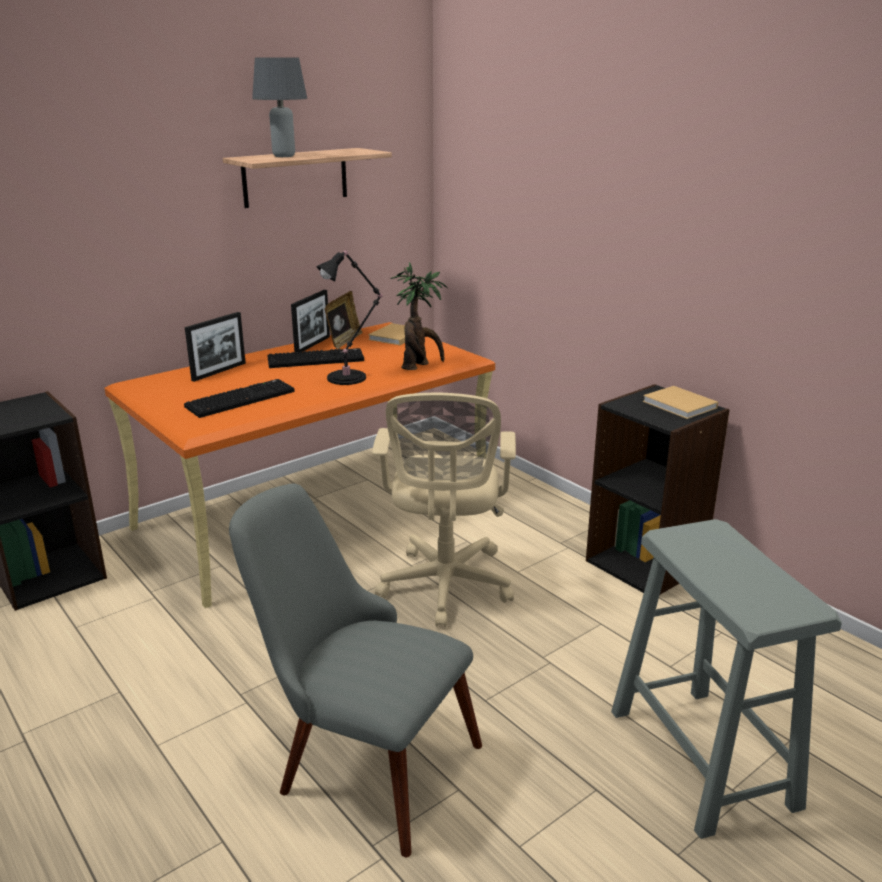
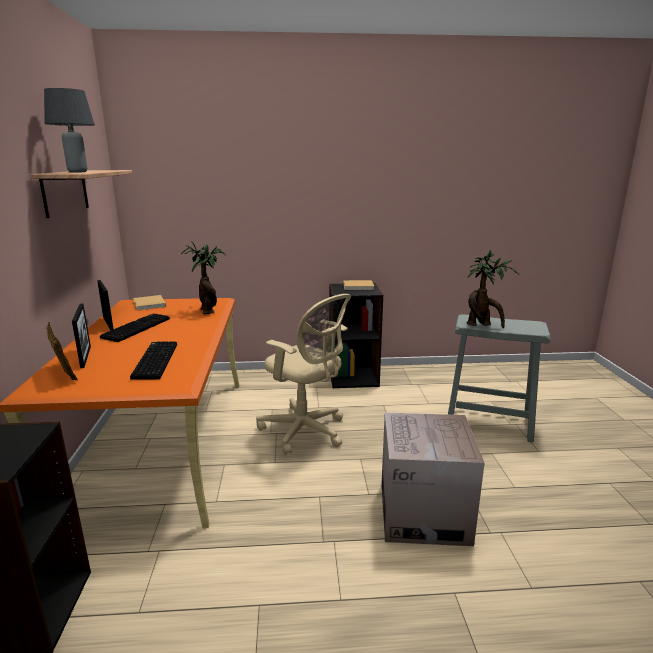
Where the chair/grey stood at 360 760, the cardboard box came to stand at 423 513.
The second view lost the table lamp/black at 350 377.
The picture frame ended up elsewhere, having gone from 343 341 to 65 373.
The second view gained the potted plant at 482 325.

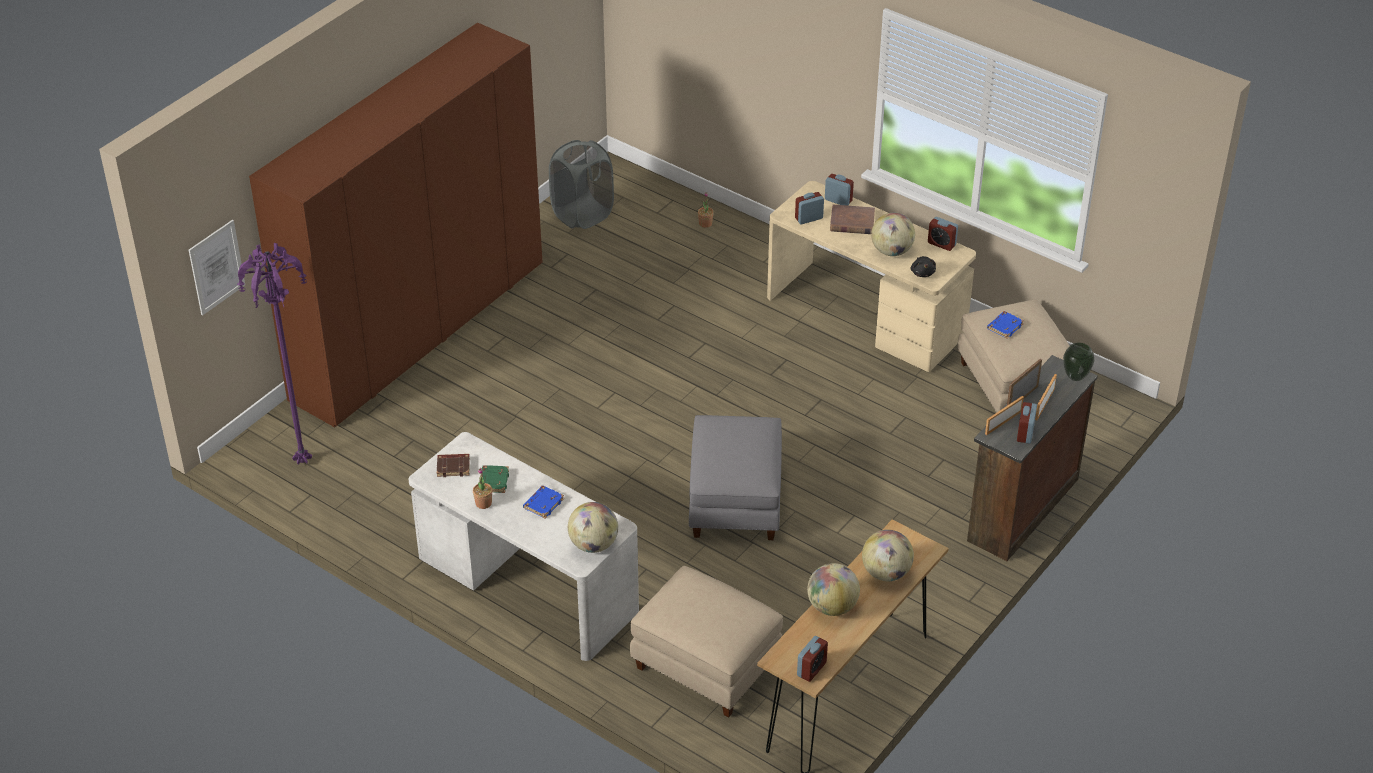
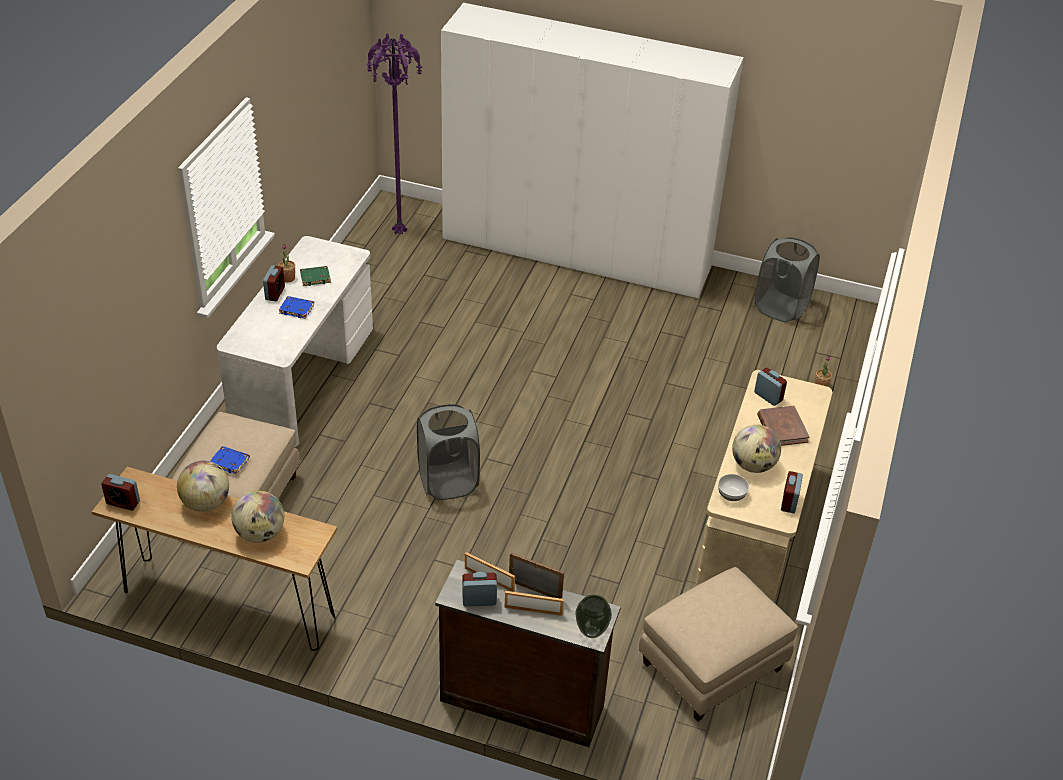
The second view lost the picture at 216 267.
What was the wardrobe/brown at 419 329 turned into the wardrobe/white at 577 253.
The second view lost the book/brown at 454 467.
The second view lost the globe at 593 544.
Where the ottoman/grey stood at 736 502, the laundry basket/grey came to stand at 448 482.
The alarm clock ended up elsewhere, having gone from 838 200 to 275 293.
Where the plush toy/black stood at 922 272, the bowl came to stand at 732 494.
The book/blue ended up elsewhere, having gone from 1004 326 to 230 462.

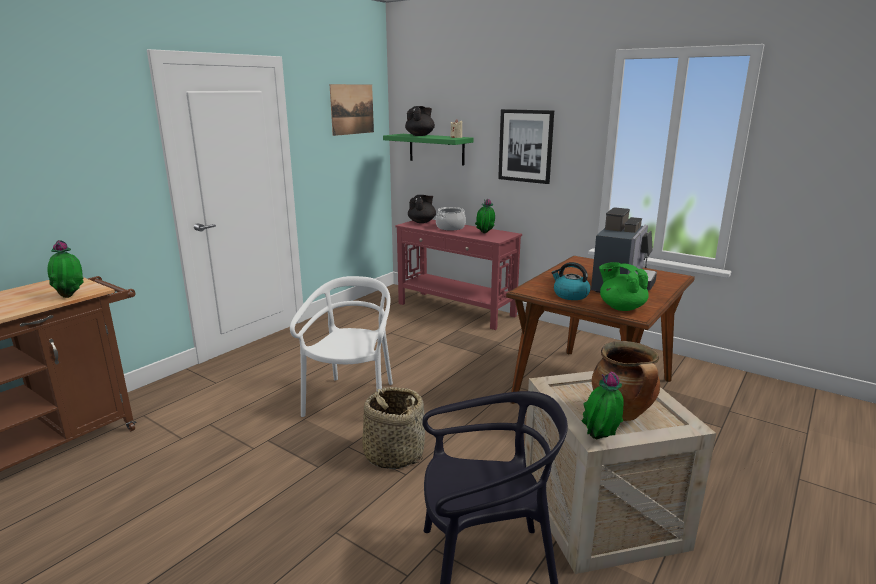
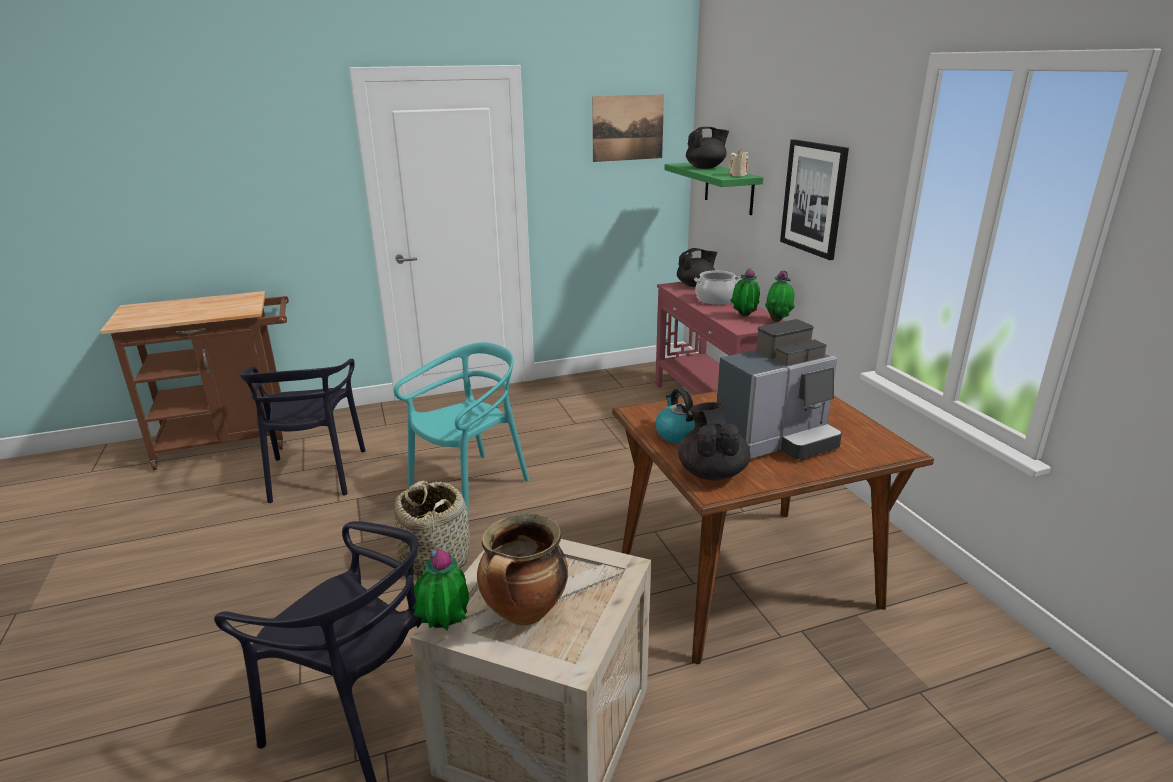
The potted plant ended up elsewhere, having gone from 71 296 to 778 321.
What was the chair/white at 352 400 turned into the chair/turquoise at 470 485.
What was the teapot/green at 621 307 turned into the teapot/black at 712 472.
The second view gained the chair/black at 315 475.

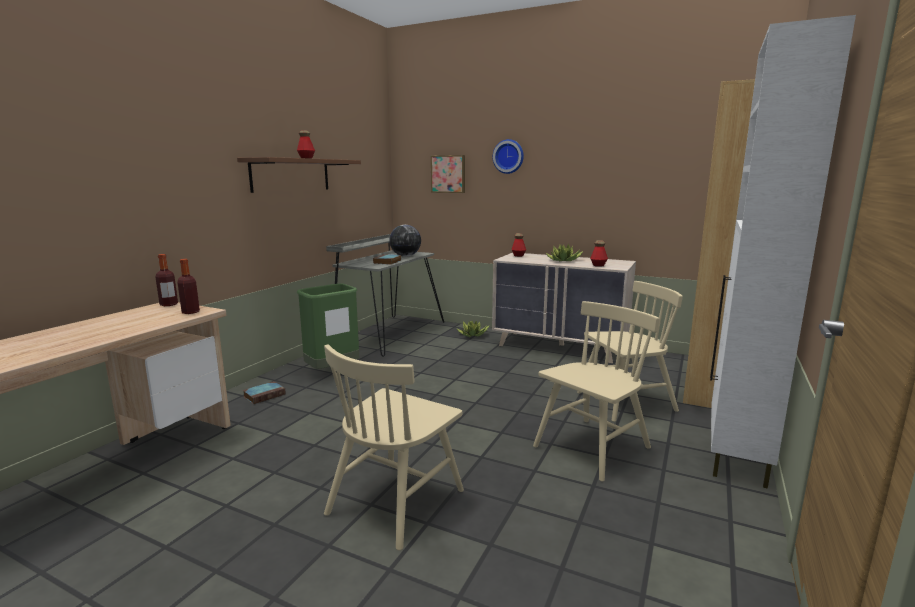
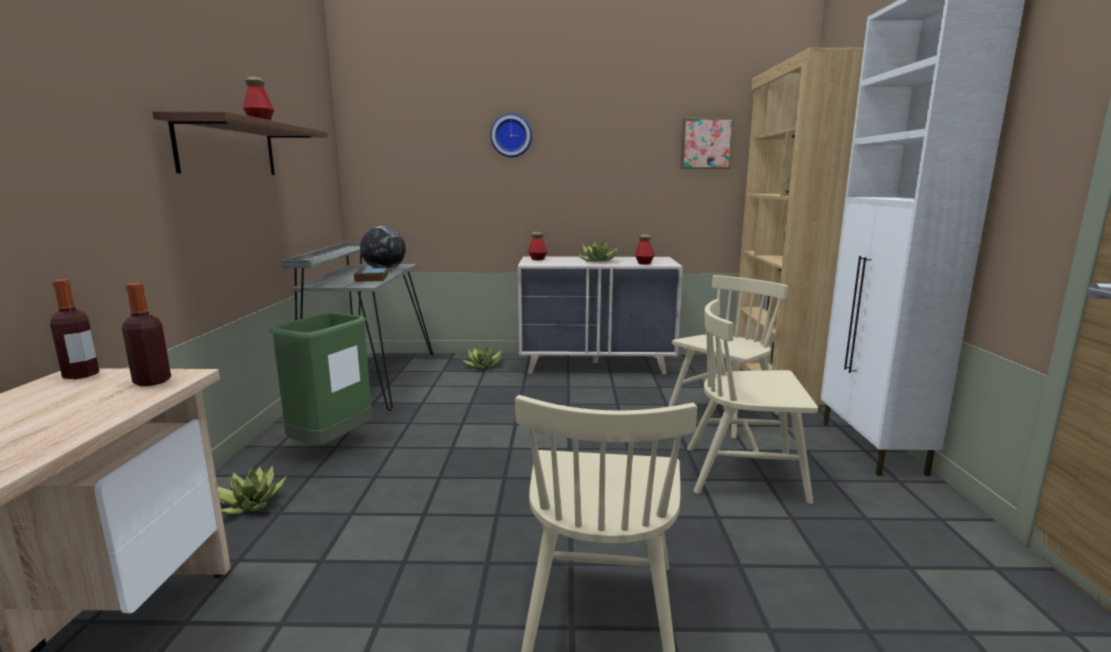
Where the book stood at 265 395, the potted plant came to stand at 249 502.
The picture ended up elsewhere, having gone from 448 174 to 706 143.
The chair/beige at 592 448 ended up facing another way, 105 degrees counterclockwise from before.

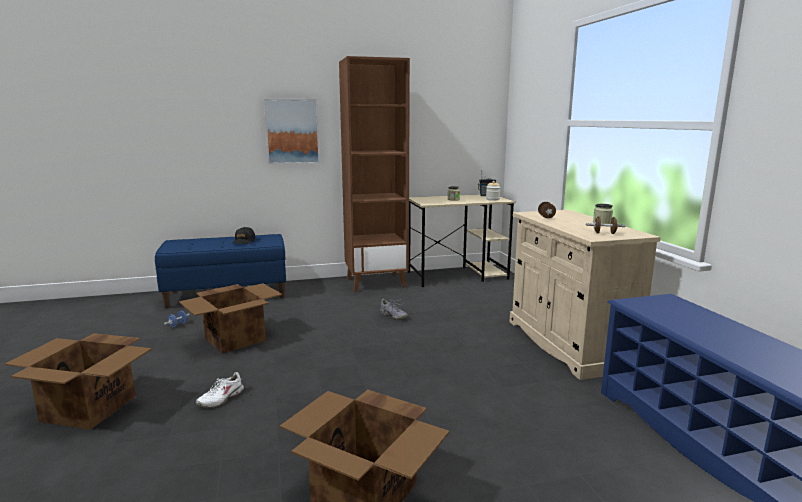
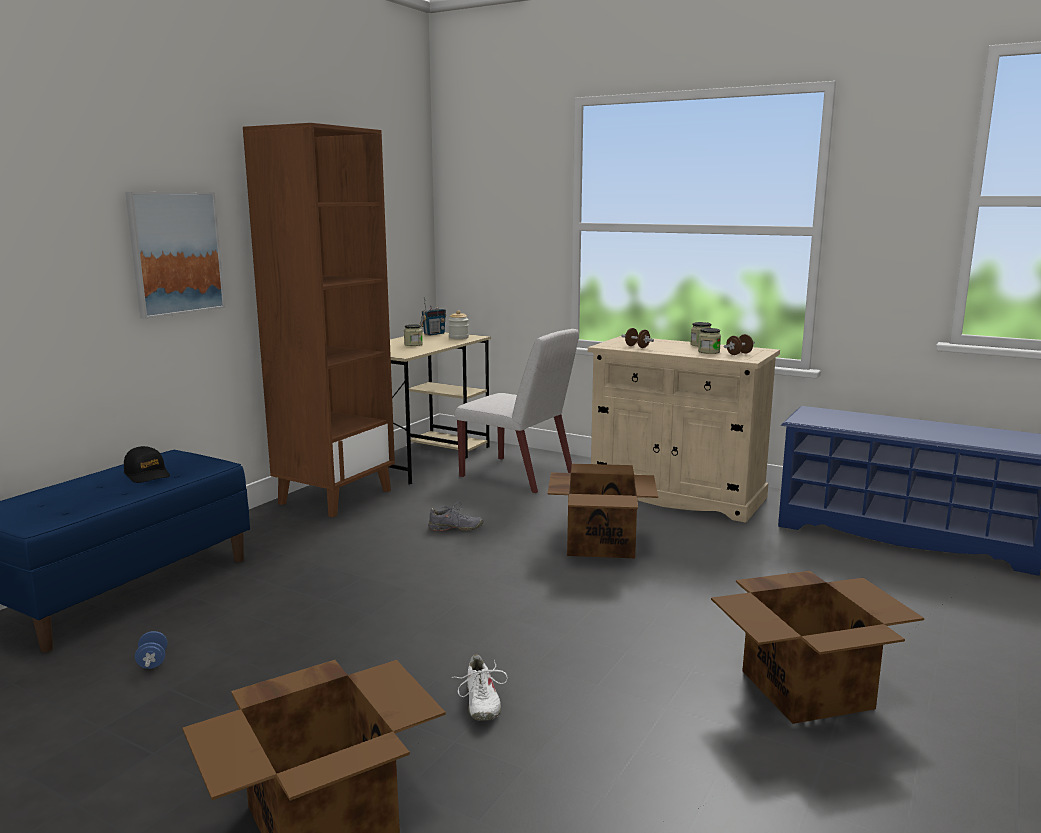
The cardboard box ended up elsewhere, having gone from 236 339 to 601 543.
The second view gained the chair/white at 518 475.
The second view gained the jar at 709 352.

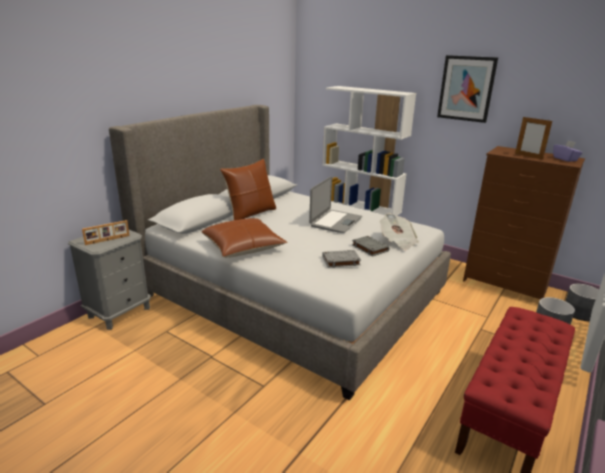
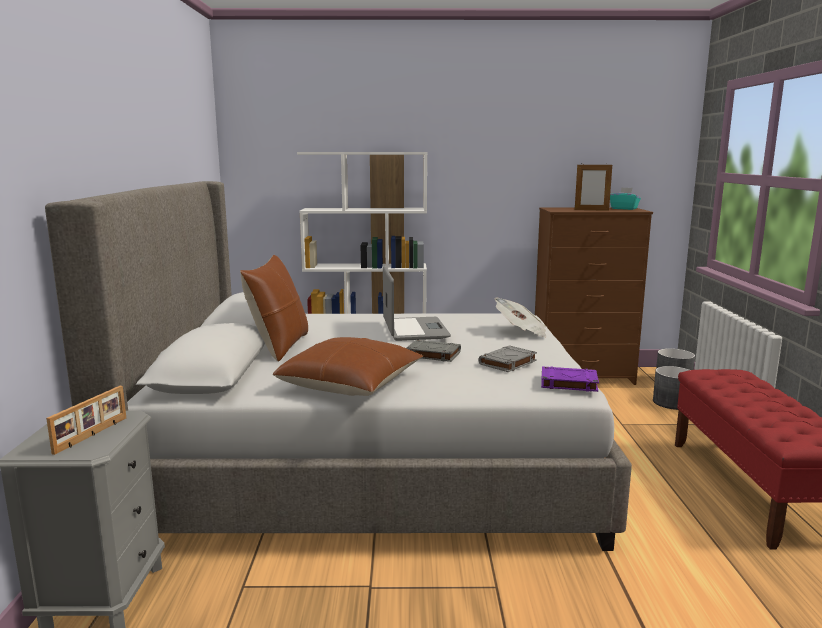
The book/grey ended up elsewhere, having gone from 369 248 to 432 354.
The second view lost the picture at 466 88.
What was the tissue box/purple at 565 159 turned into the tissue box/turquoise at 624 209.
The second view gained the book/purple at 568 383.

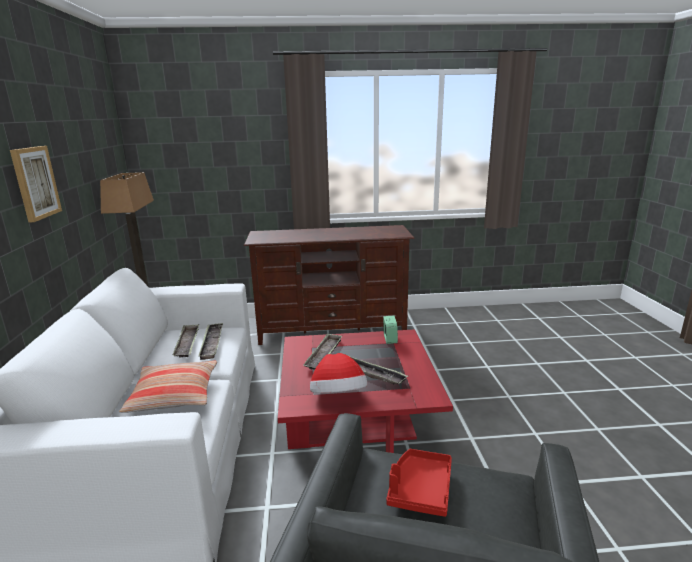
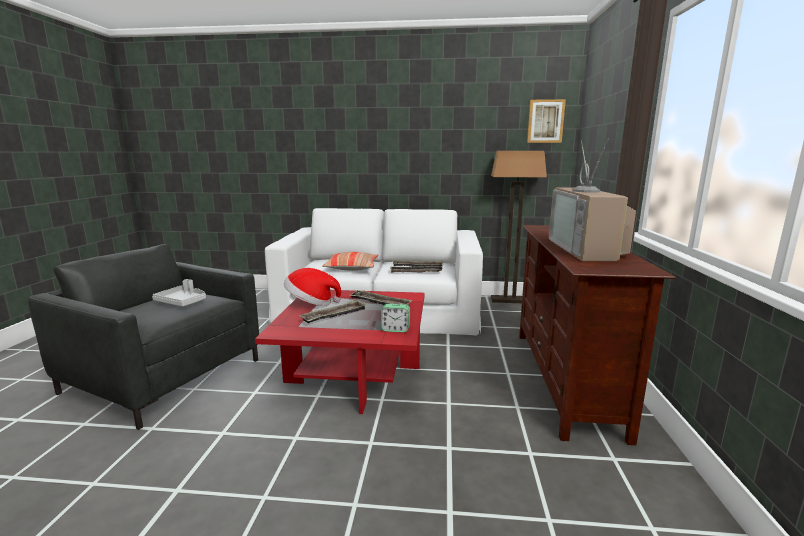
The picture ended up elsewhere, having gone from 35 183 to 545 121.
What was the tray/red at 420 489 turned into the tray/grey at 182 302.
The second view gained the television at 587 250.

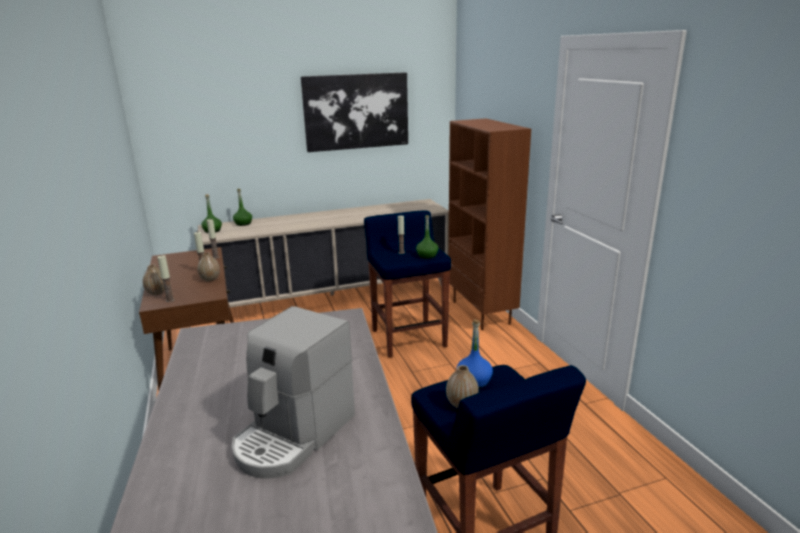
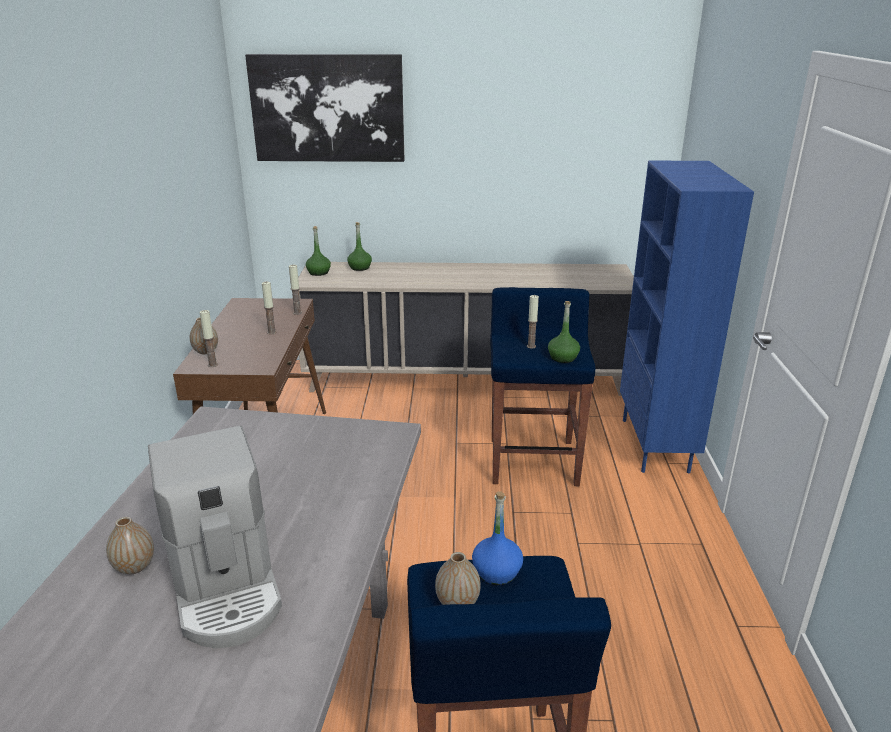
The vase ended up elsewhere, having gone from 210 279 to 134 566.
The coffee machine at 293 435 ended up facing another way, 75 degrees counterclockwise from before.
The picture ended up elsewhere, having gone from 356 111 to 327 108.
What was the bookcase/brown at 482 313 turned into the bookcase/blue at 656 445.

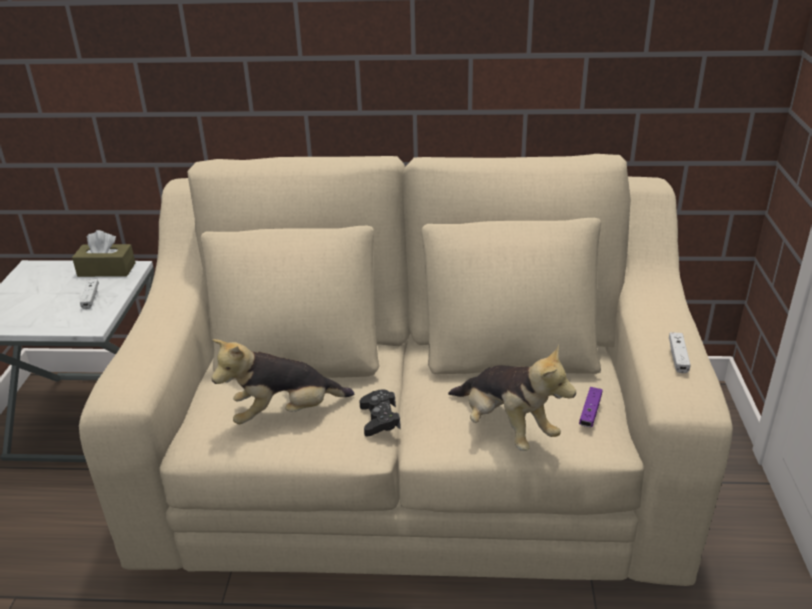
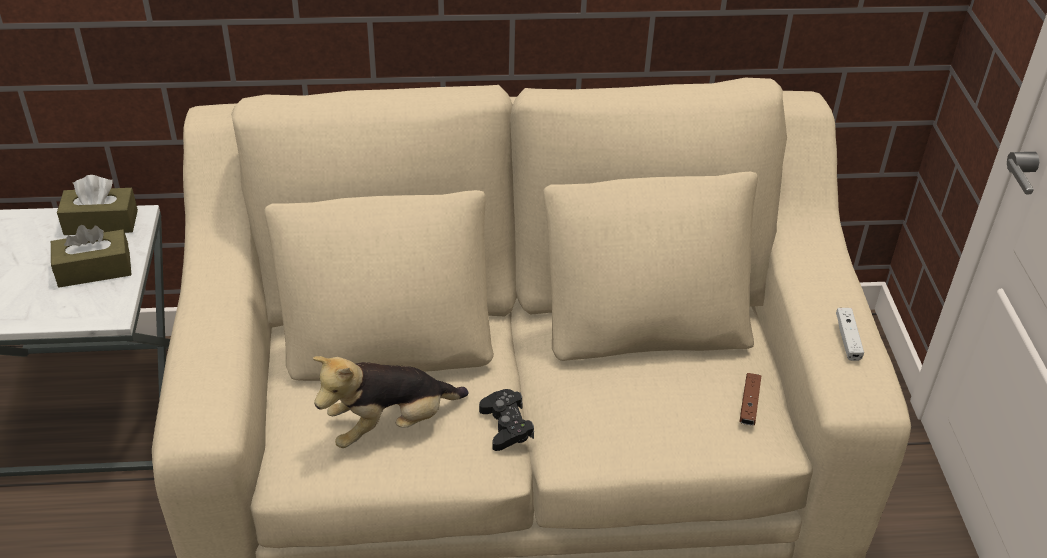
Where the game controller/white stood at 90 298, the tissue box/brown came to stand at 94 269.
The second view lost the plush toy at 505 428.
What was the game controller/purple at 590 412 turned into the game controller/brown at 749 404.

